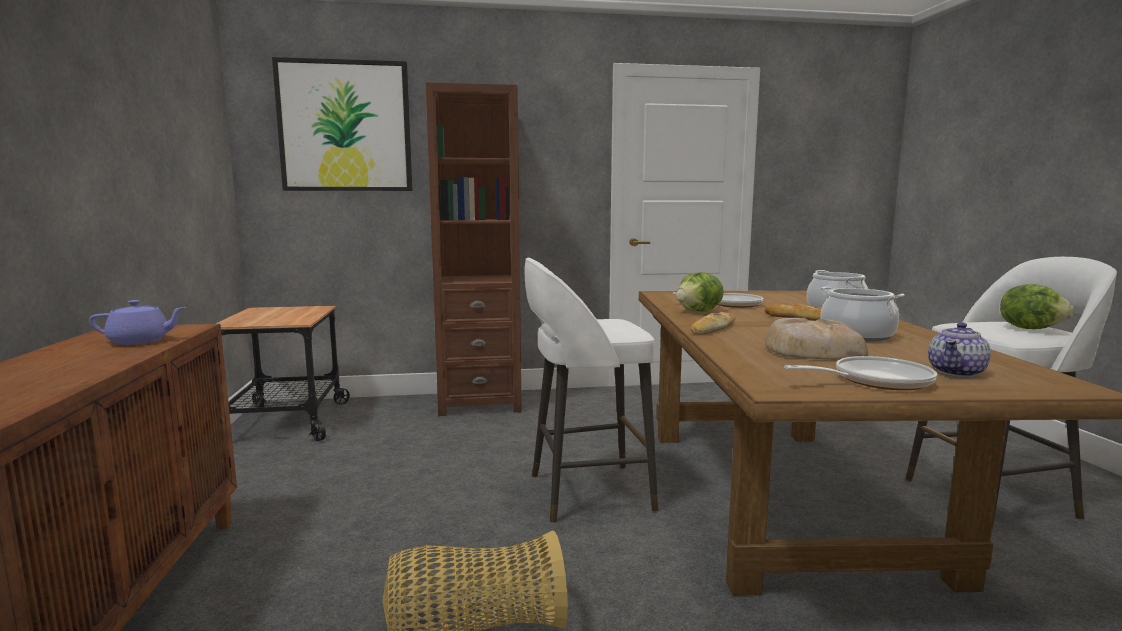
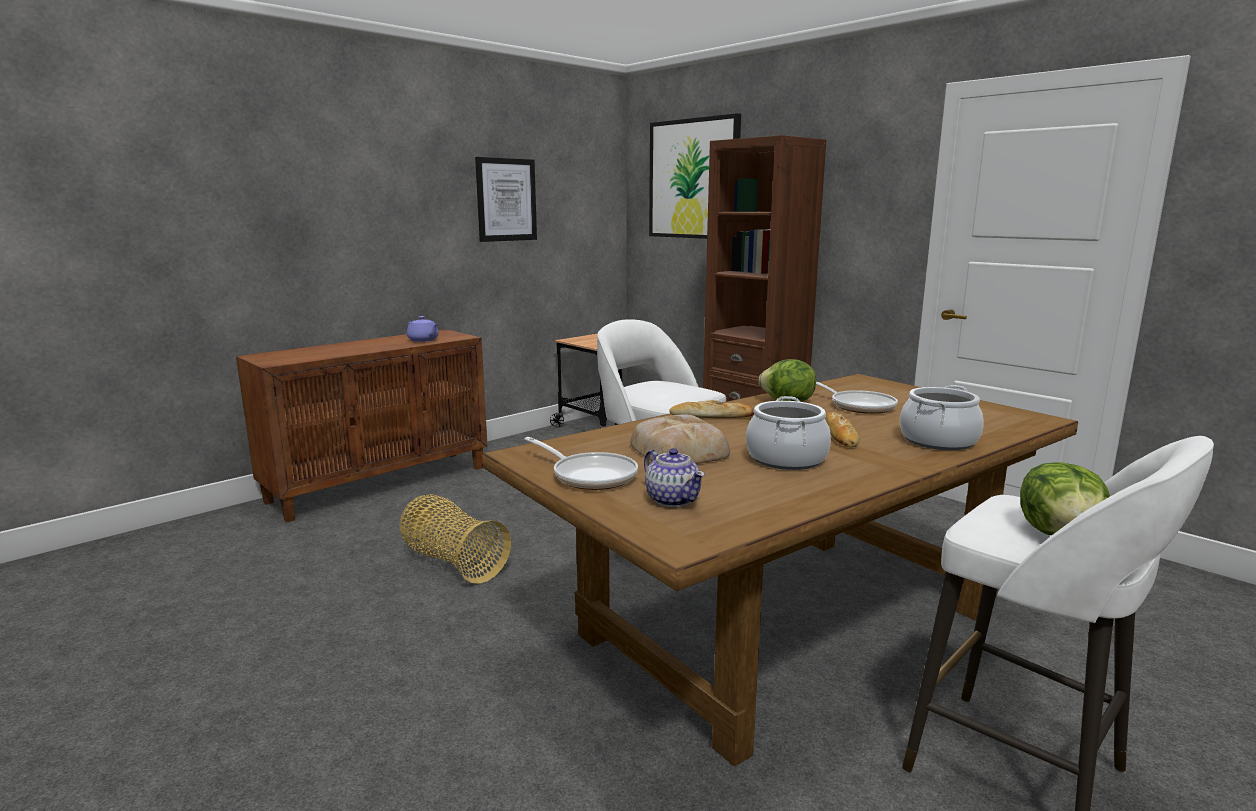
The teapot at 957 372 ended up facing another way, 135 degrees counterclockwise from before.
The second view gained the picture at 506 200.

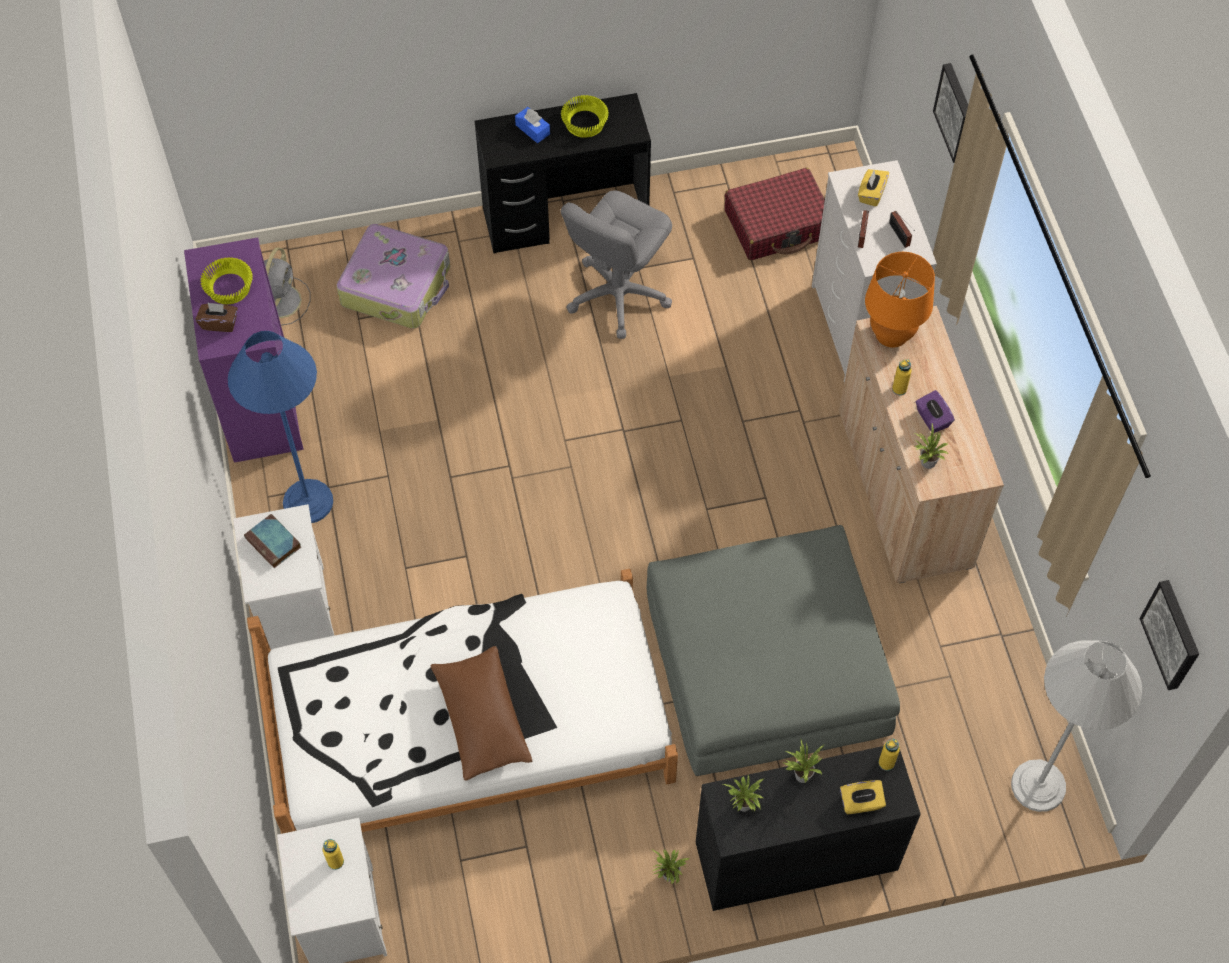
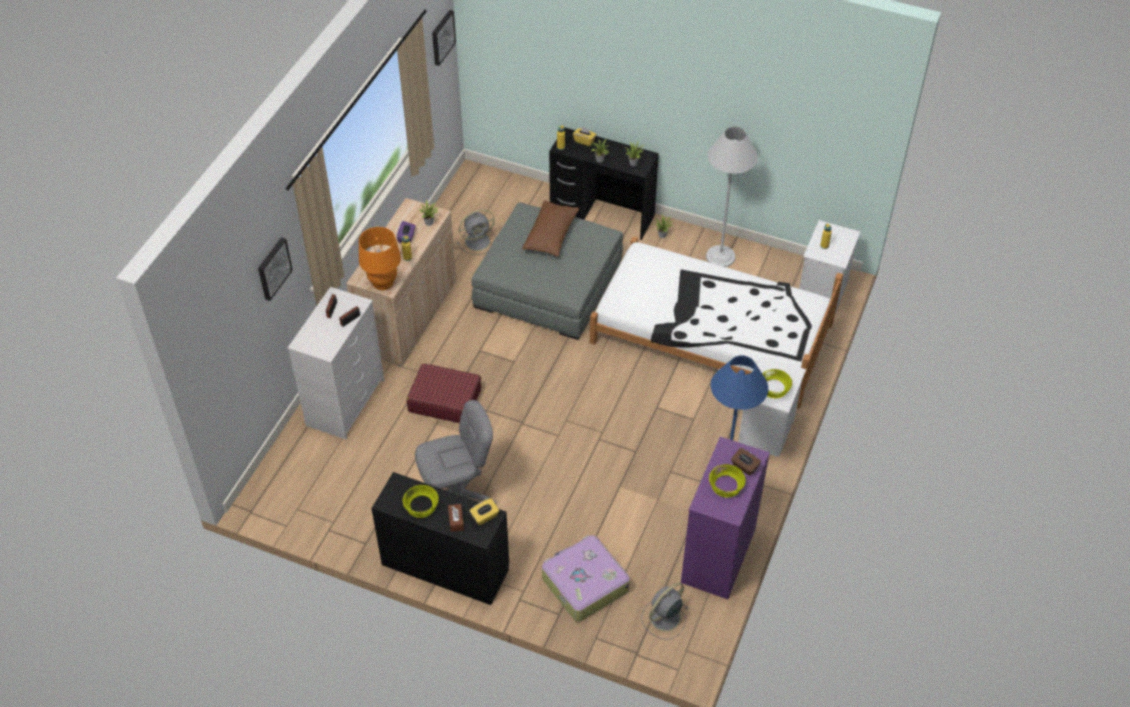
Where the book stood at 274 543, the bowl/yellow came to stand at 773 388.
The pillow/brown ended up elsewhere, having gone from 481 720 to 551 235.
What was the tissue box/blue at 532 129 turned into the tissue box/brown at 456 520.
The suitcase/red ended up elsewhere, having gone from 778 224 to 444 400.
The tissue box/yellow ended up elsewhere, having gone from 871 194 to 485 517.
The floor lamp/white ended up elsewhere, having gone from 1038 786 to 720 257.
The second view gained the fan/grey at 478 241.

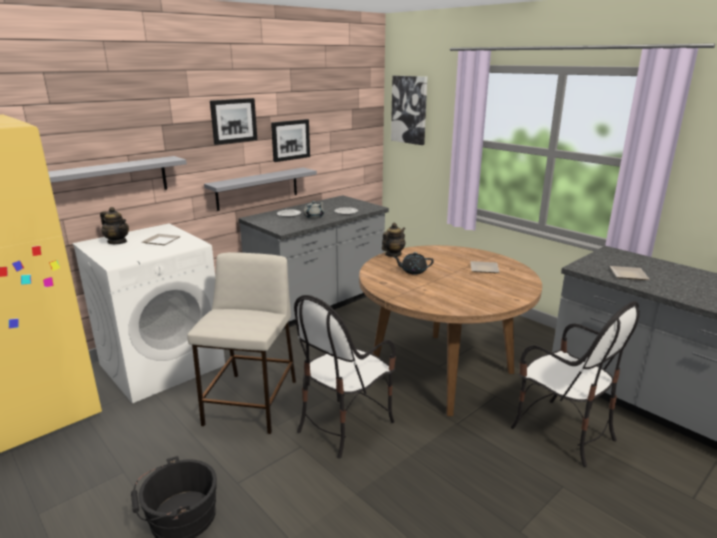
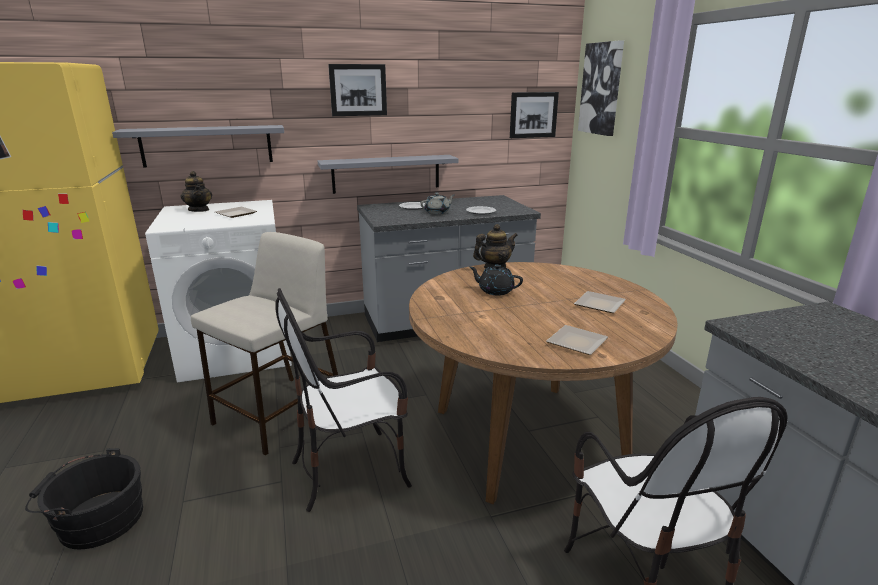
The picture ended up elsewhere, having gone from 290 140 to 533 115.
The plate ended up elsewhere, having gone from 629 274 to 579 342.

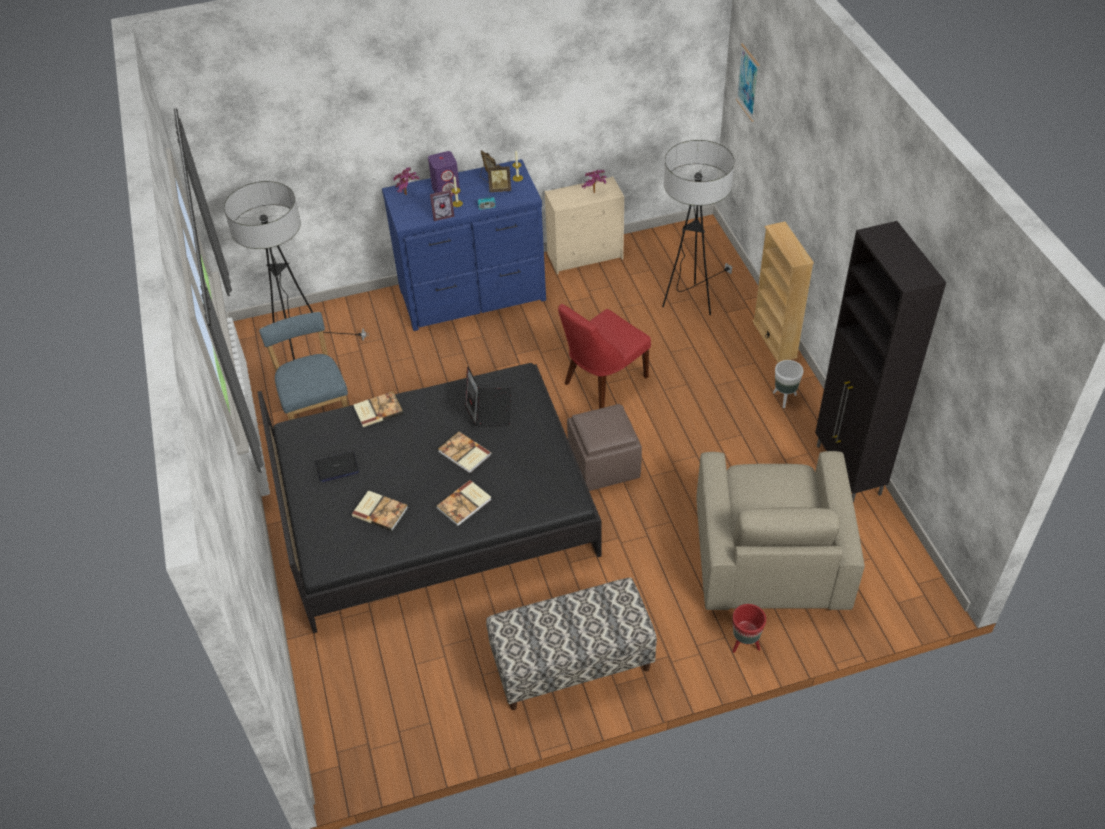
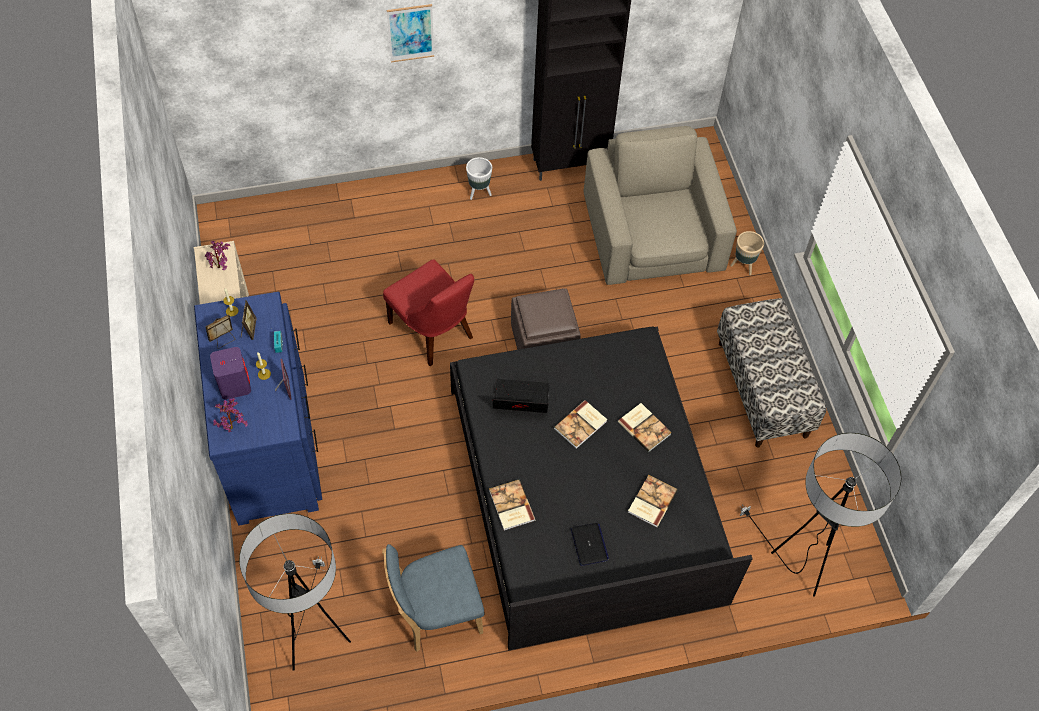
The floor lamp ended up elsewhere, having gone from 690 303 to 799 563.
The armchair/beige at 769 553 ended up facing another way, 105 degrees counterclockwise from before.
What was the planter/red at 745 644 turned into the planter/beige at 743 266.
The picture ended up elsewhere, having gone from 748 82 to 410 33.
The second view lost the bookcase/beige at 774 339.

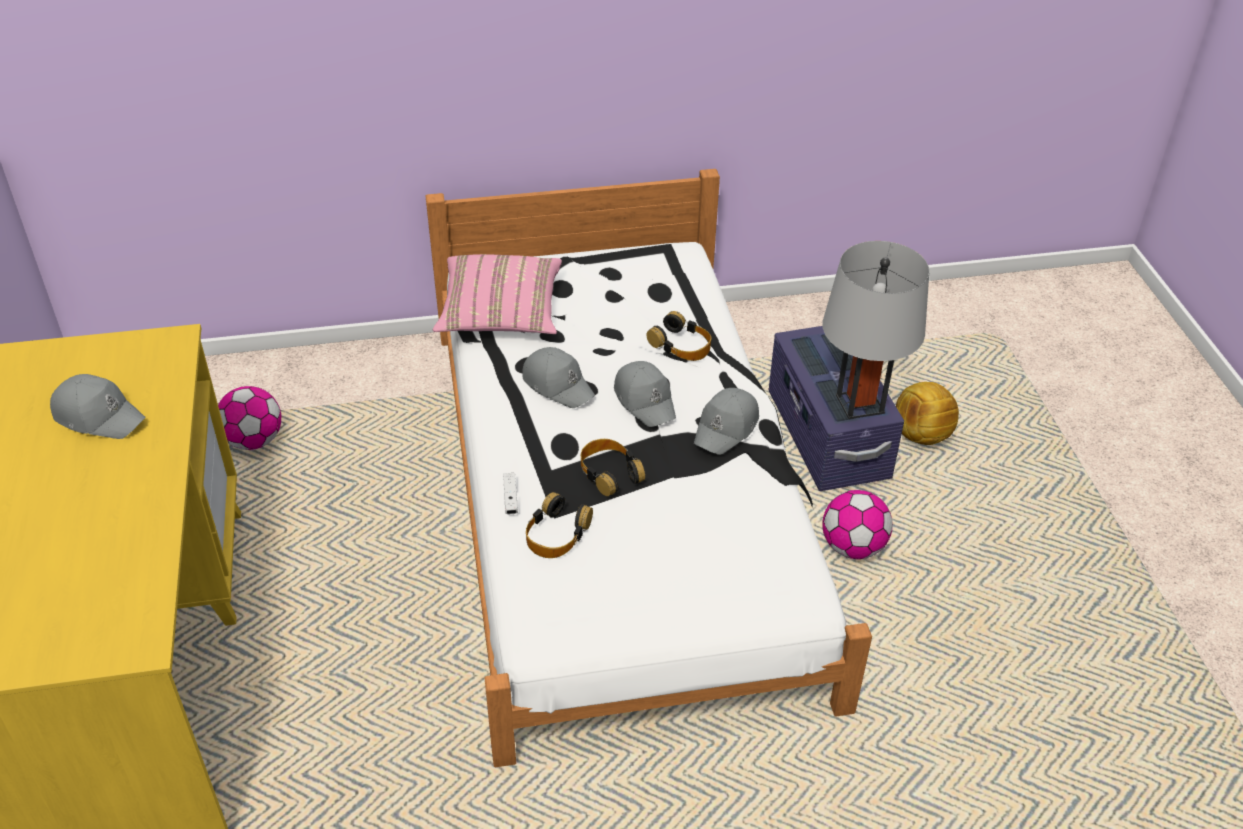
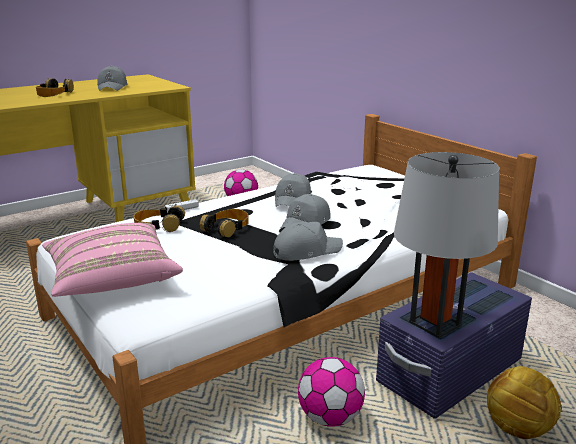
The pillow/pink ended up elsewhere, having gone from 500 314 to 112 279.
The headphones ended up elsewhere, having gone from 681 345 to 54 93.
The cap/grey at 727 428 ended up facing another way, 150 degrees clockwise from before.

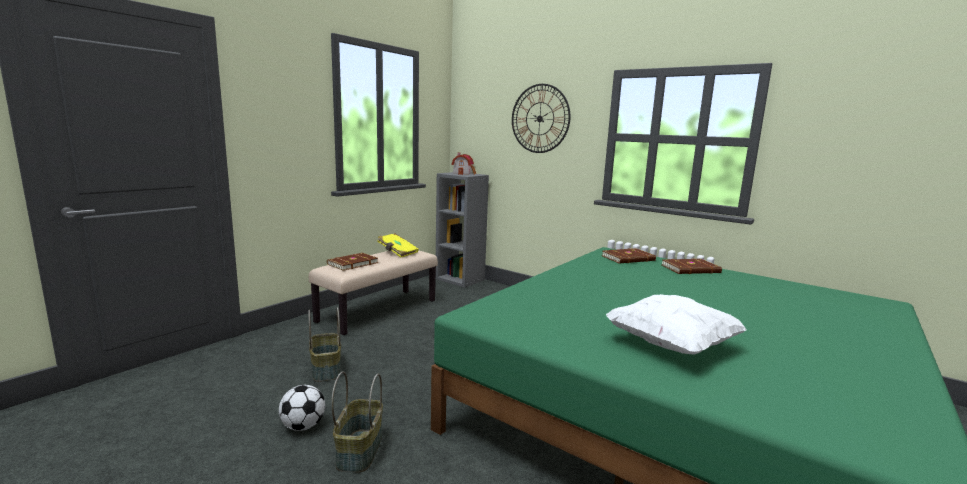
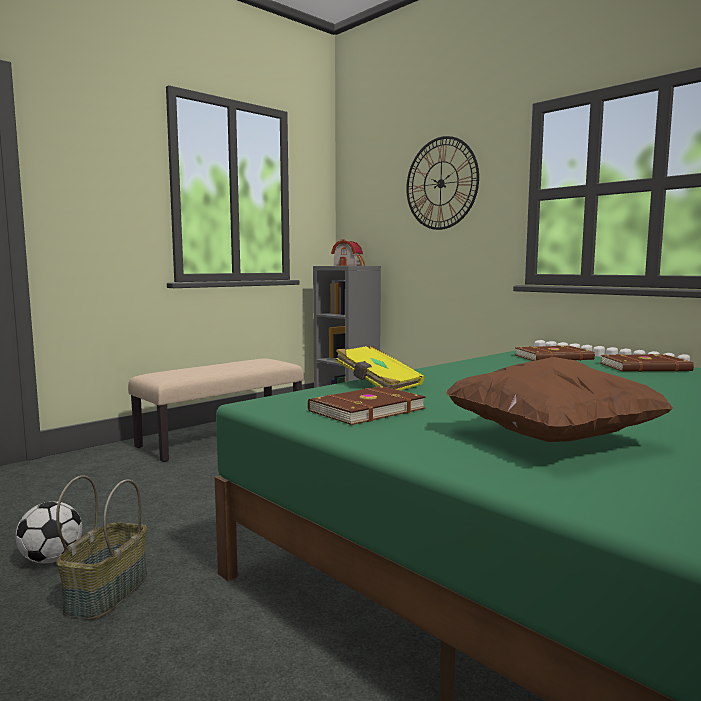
The second view lost the basket at 327 369.
The book/brown ended up elsewhere, having gone from 352 263 to 365 410.
The book/yellow ended up elsewhere, having gone from 397 252 to 377 385.
What was the pillow/white at 670 345 turned into the pillow/brown at 550 439.

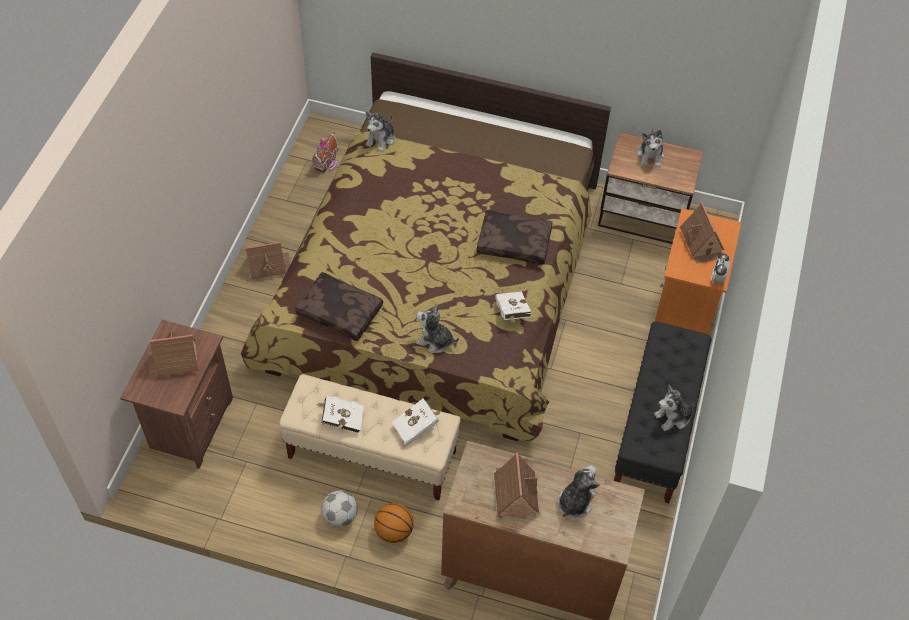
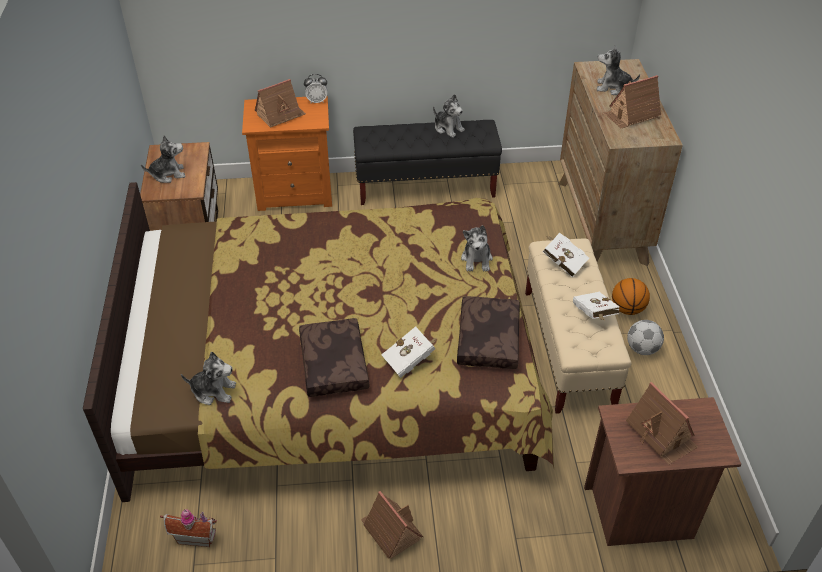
The pillow/brown ended up elsewhere, having gone from 515 242 to 332 364.
The book/white ended up elsewhere, having gone from 512 313 to 410 360.

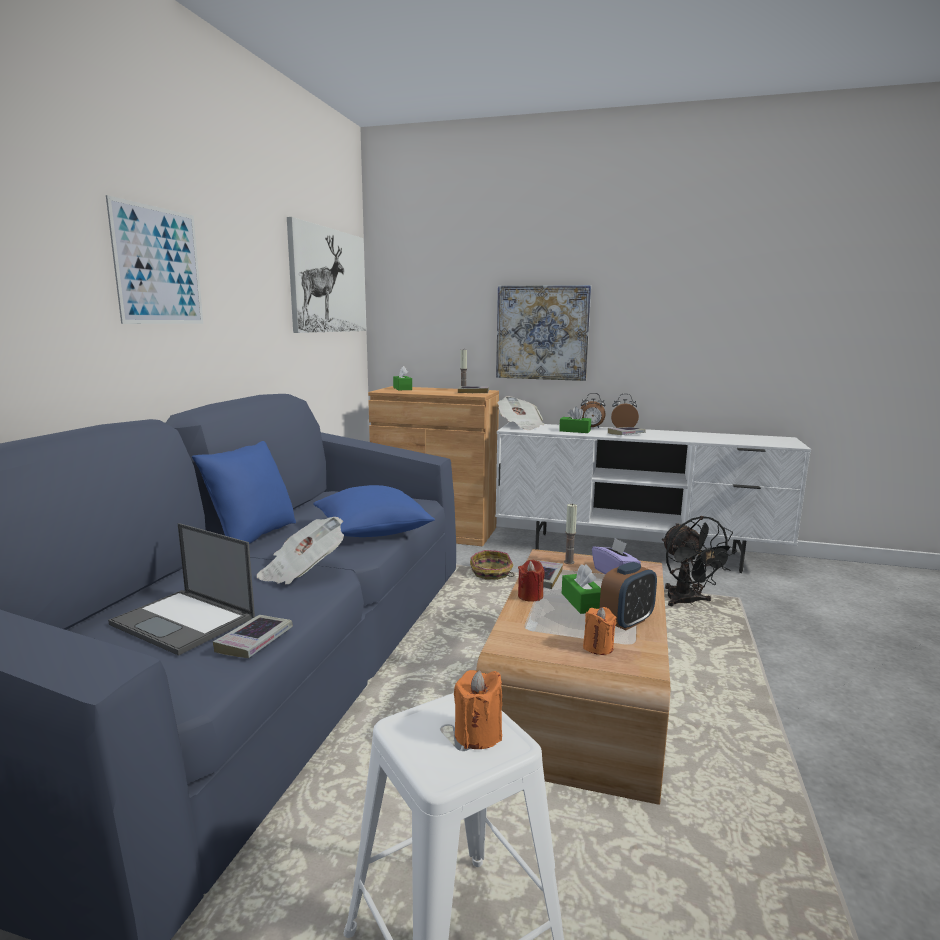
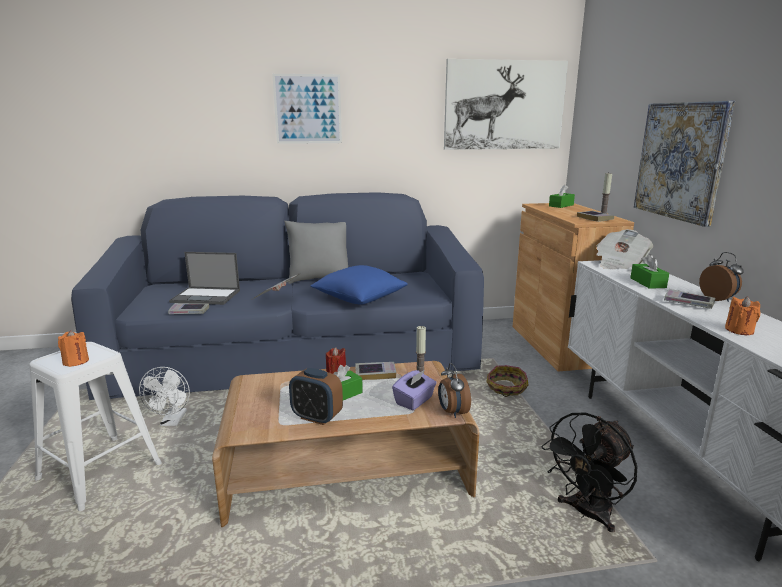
The laptop at 185 621 ended up facing another way, 90 degrees counterclockwise from before.
What was the pillow/blue at 252 538 turned into the pillow/grey at 319 279.
The alarm clock ended up elsewhere, having gone from 591 428 to 452 412.
The candle/orange ended up elsewhere, having gone from 598 647 to 739 330.
The second view gained the fan/white at 172 422.

